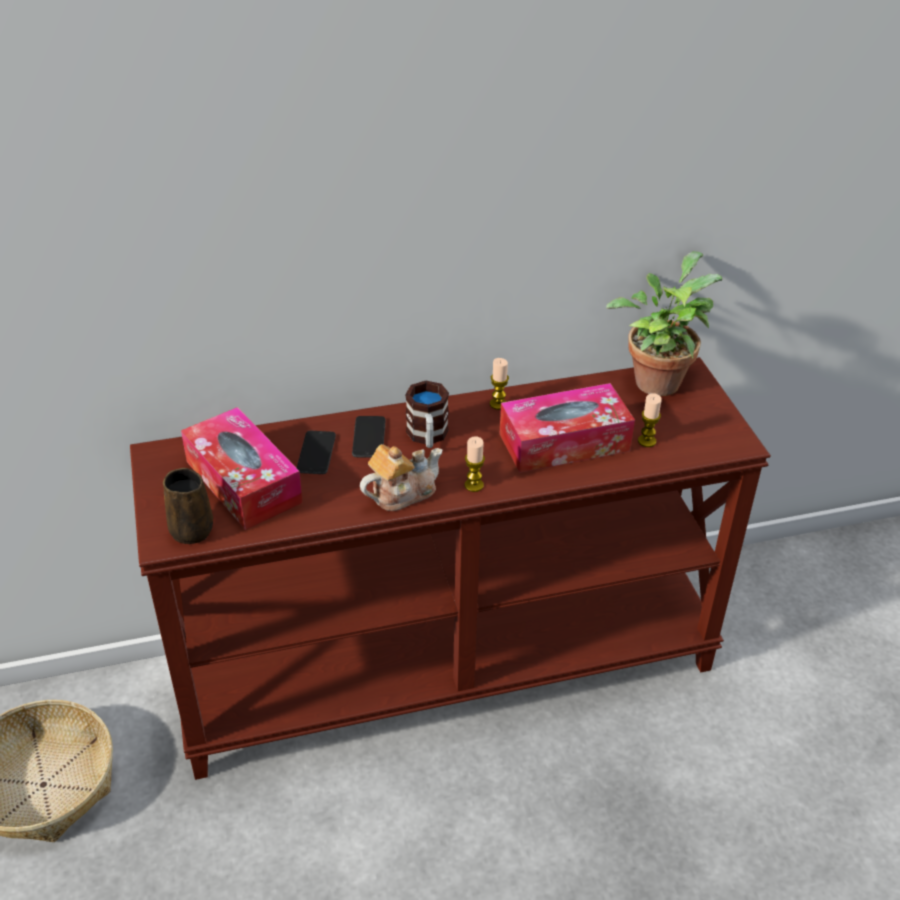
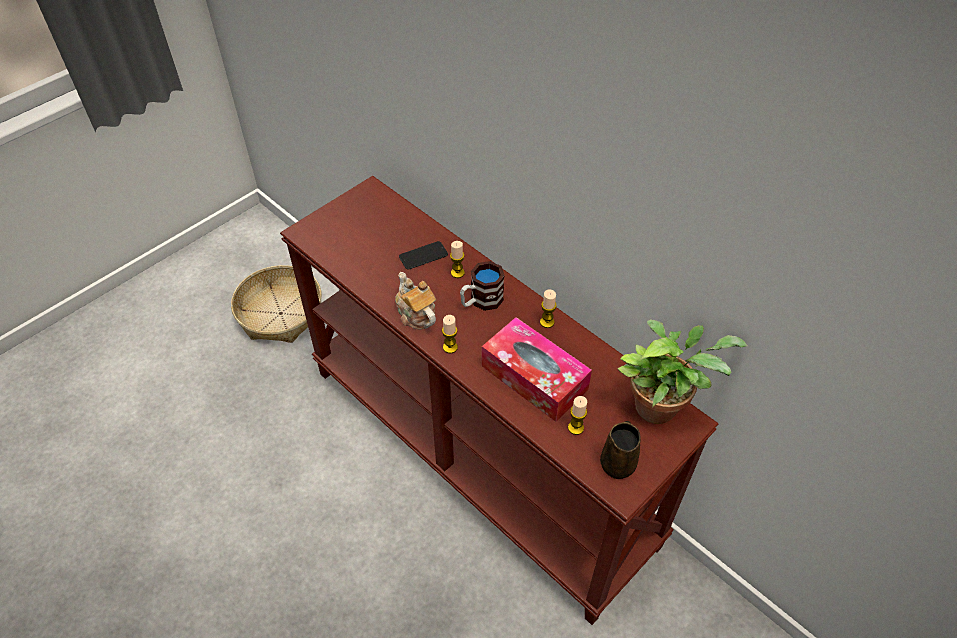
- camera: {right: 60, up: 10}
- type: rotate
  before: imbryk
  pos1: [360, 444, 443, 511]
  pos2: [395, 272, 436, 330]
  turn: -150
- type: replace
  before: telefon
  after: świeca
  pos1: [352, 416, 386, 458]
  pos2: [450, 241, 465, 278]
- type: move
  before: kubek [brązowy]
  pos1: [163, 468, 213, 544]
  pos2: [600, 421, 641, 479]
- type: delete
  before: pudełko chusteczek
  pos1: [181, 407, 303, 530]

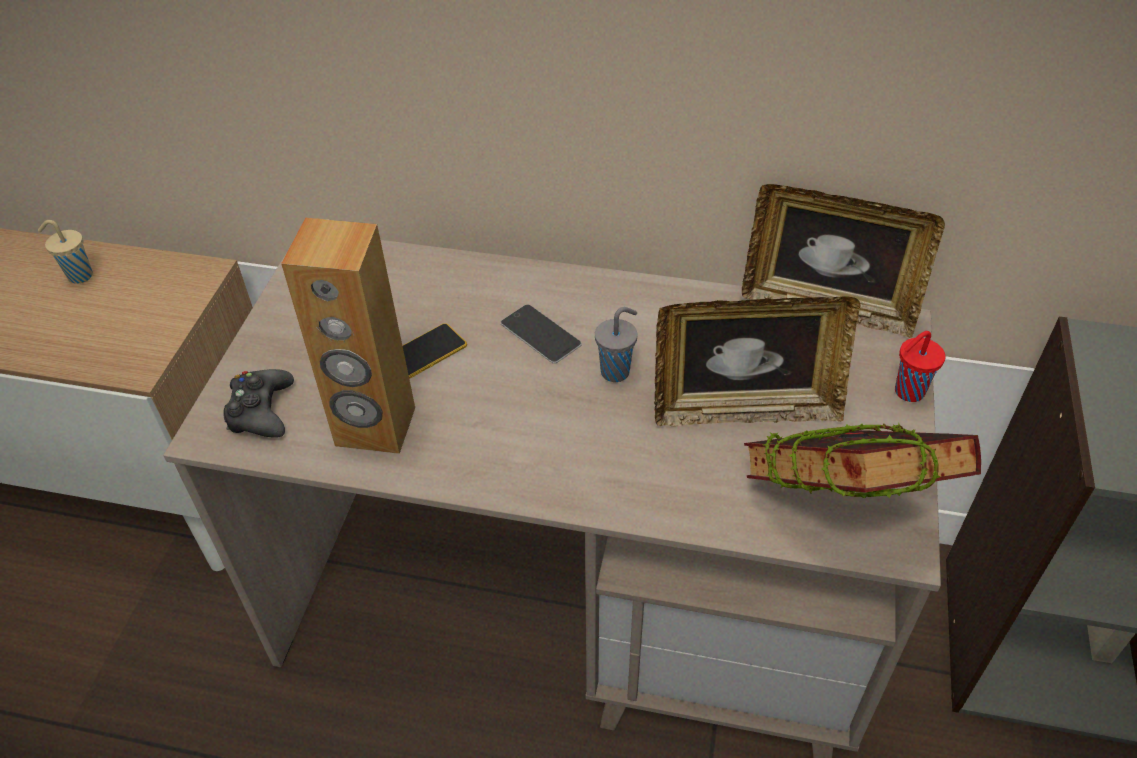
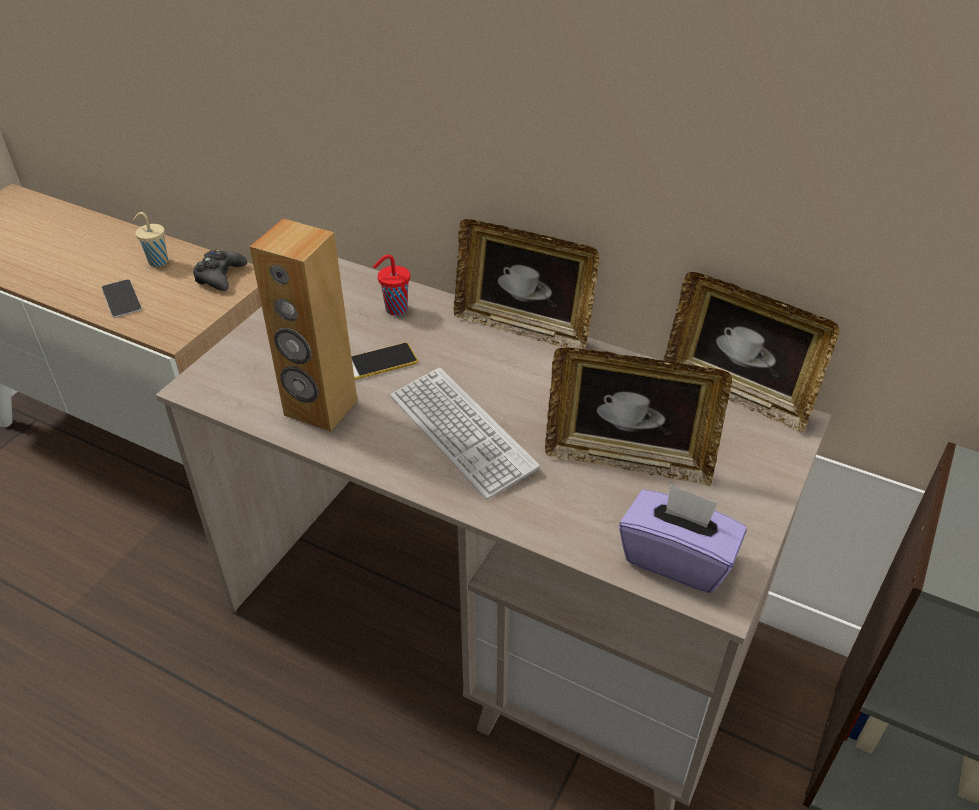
- camera: {right: 15, up: -5}
- type: move
  before: telefon
  pos1: [500, 304, 582, 364]
  pos2: [101, 279, 142, 318]
- type: move
  before: pad do gier [czarny]
  pos1: [223, 369, 294, 438]
  pos2: [193, 250, 247, 291]
- type: move
  before: filiżanka [czerwony]
  pos1: [895, 331, 945, 402]
  pos2: [373, 254, 410, 316]
- type: insert
  after: klawiatura
  pos2: [390, 368, 540, 499]
- type: insert
  after: ramka na zdjęcie
  pos2: [454, 219, 599, 349]
- type: replace
  before: książka
  after: pudełko chusteczek [fioletowy]
  pos1: [744, 423, 981, 499]
  pos2: [619, 484, 747, 593]
- type: delete
  before: filiżanka [szary]
  pos1: [595, 307, 637, 382]

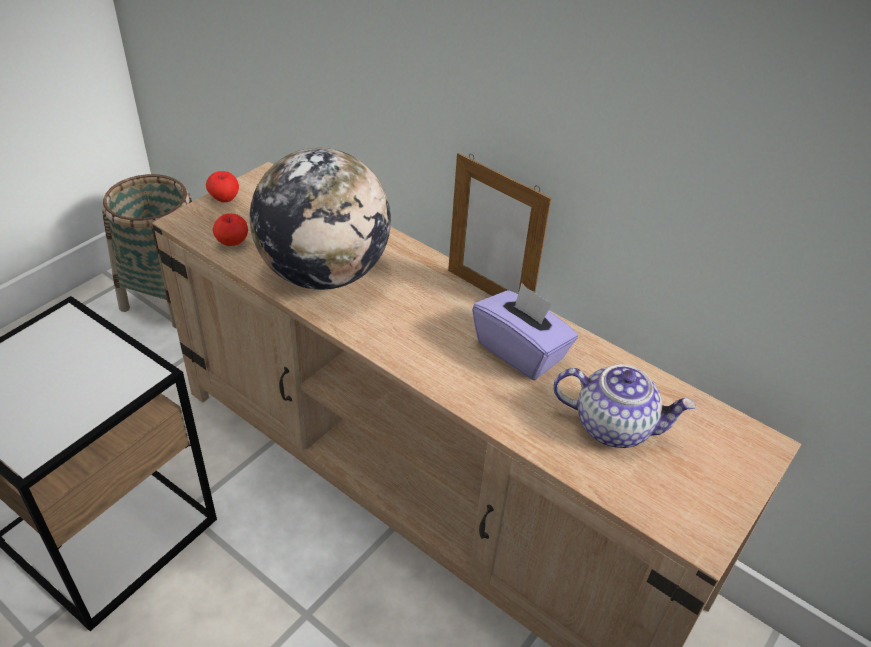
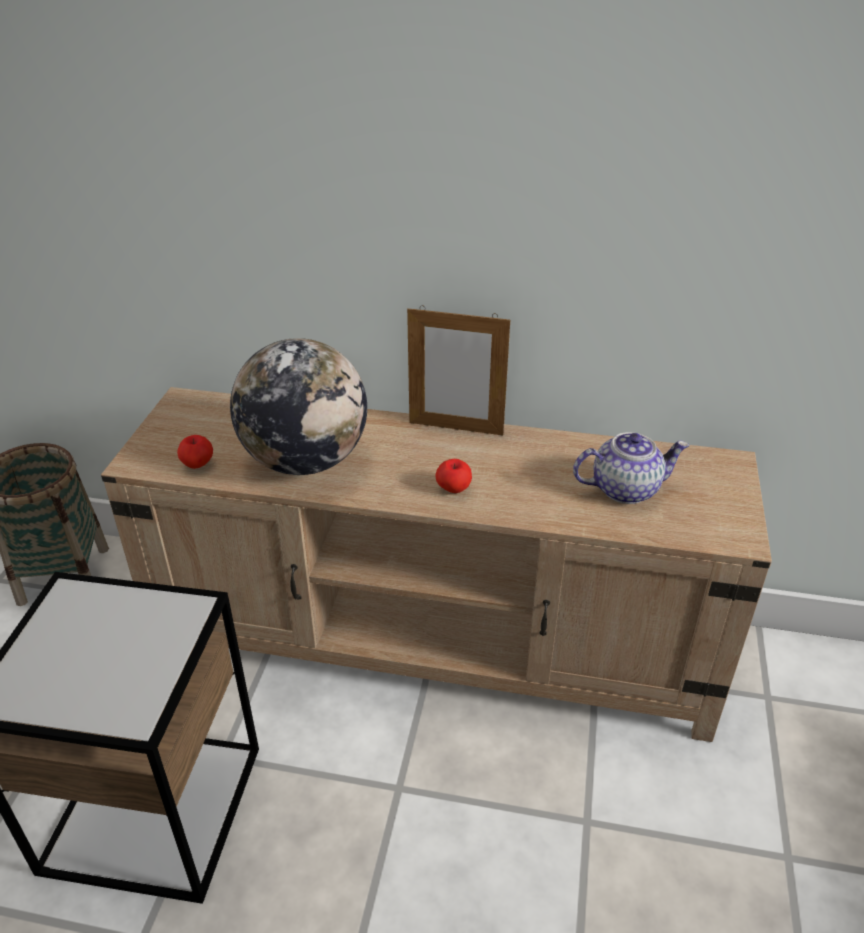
- camera: {right: -25, up: -5}
- type: move
  before: jabłko
  pos1: [206, 171, 239, 203]
  pos2: [435, 459, 472, 493]
- type: delete
  before: pudełko chusteczek [fioletowy]
  pos1: [472, 283, 578, 380]

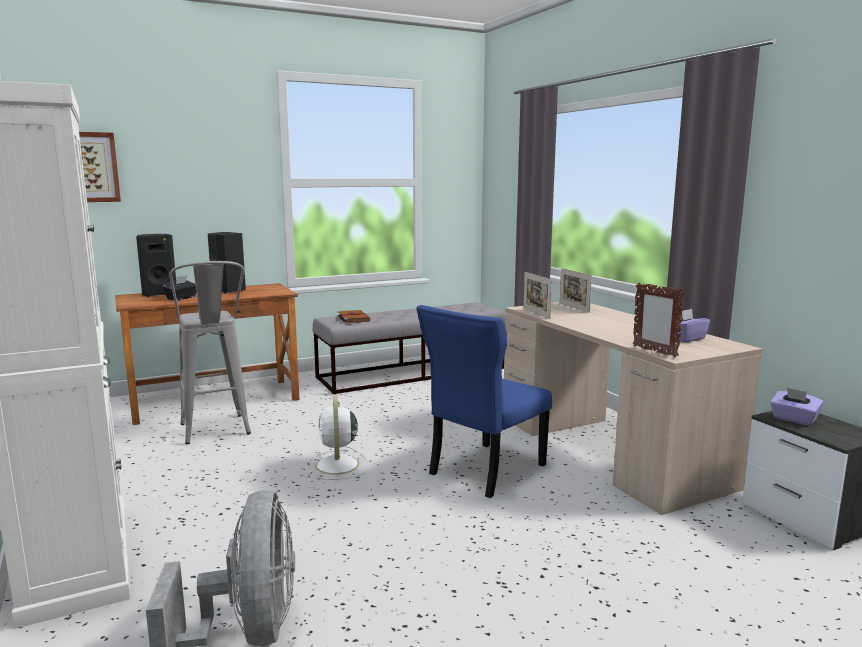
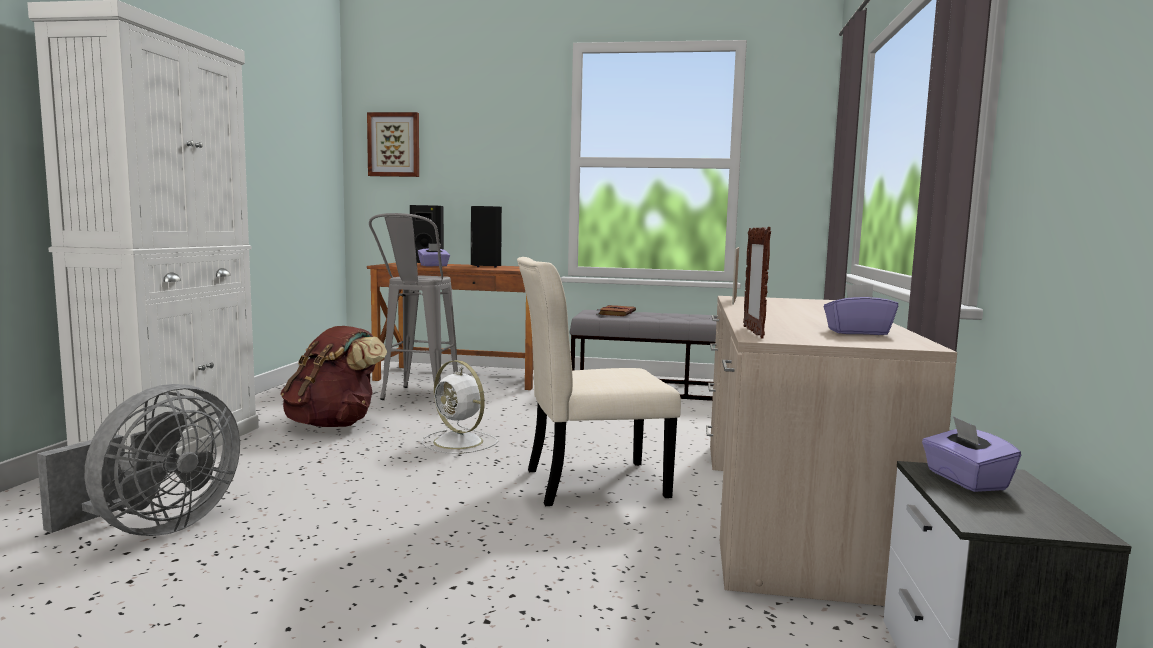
- camera: {right: 35, up: -5}
- type: insert
  after: plecak [brązowy]
  pos2: [280, 326, 387, 427]
- type: recolor
  before: pudełko chusteczek [czarny]
  after: pudełko chusteczek [fioletowy]
  pos1: [163, 275, 196, 300]
  pos2: [418, 243, 450, 267]
- type: rotate
  before: wentylator [biały]
  pos1: [306, 394, 370, 480]
  pos2: [422, 360, 498, 454]
  turn: -75
- type: recolor
  before: krzesło [niebieski]
  after: krzesło [beżowy]
  pos1: [417, 305, 552, 498]
  pos2: [517, 257, 681, 506]
- type: delete
  before: ramka na zdjęcie
  pos1: [560, 268, 592, 313]

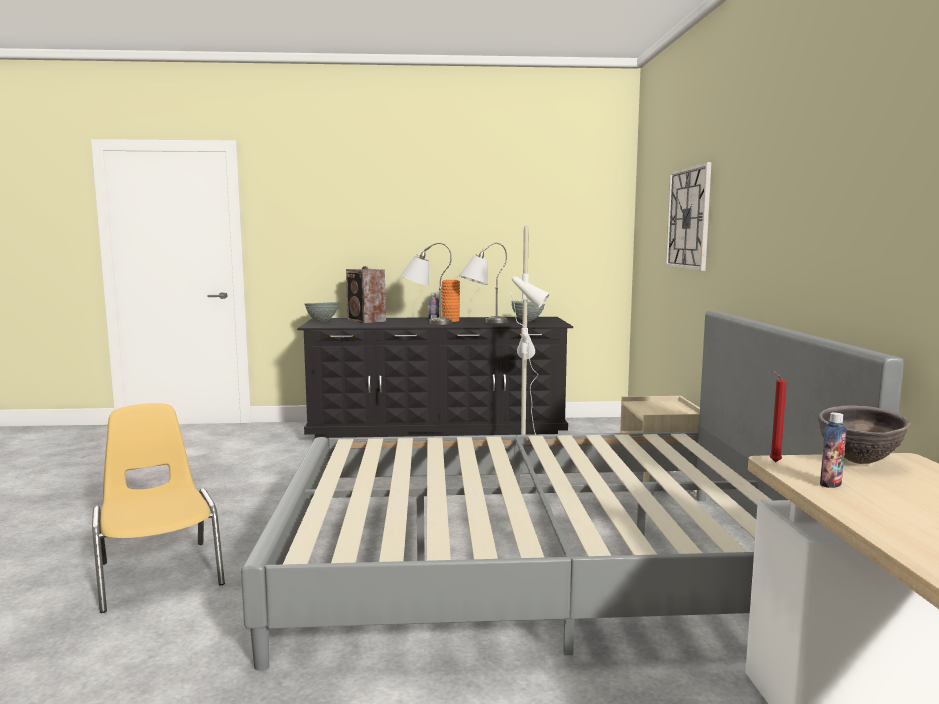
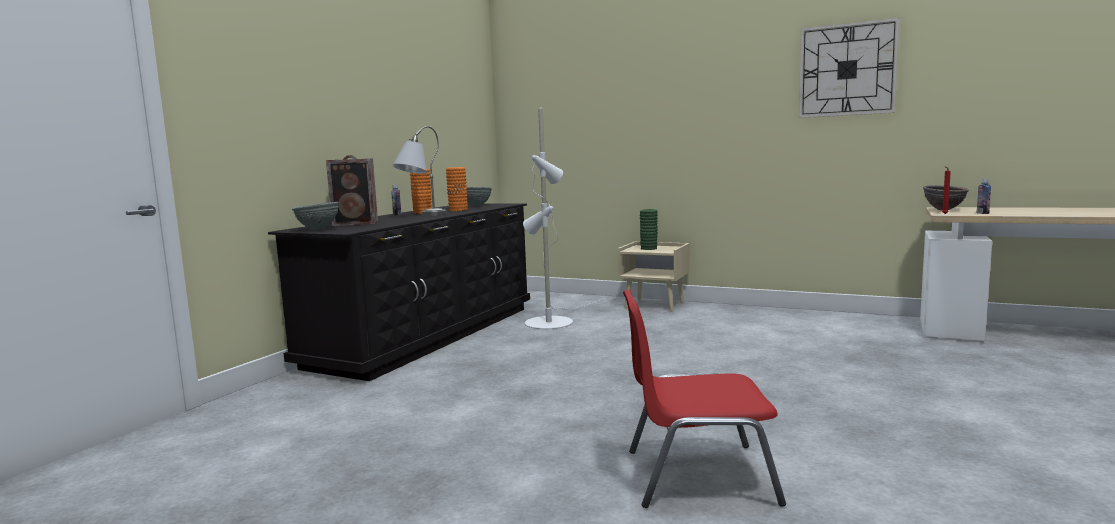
- camera: {right: -60, up: 0}
- type: replace
  before: lampa stołowa [szary]
  after: wazon [pomarańczowy]
  pos1: [460, 243, 507, 323]
  pos2: [446, 167, 468, 211]
- type: recolor
  before: krzesło [żółty]
  after: krzesło [czerwony]
  pos1: [92, 403, 225, 613]
  pos2: [623, 289, 786, 508]
- type: insert
  after: wazon [zielony]
  pos2: [640, 209, 658, 250]
- type: move
  before: zegar ścienny
  pos1: [665, 162, 712, 271]
  pos2: [799, 17, 900, 118]
- type: delete
  before: łóżko [szary]
  pos1: [241, 310, 904, 670]

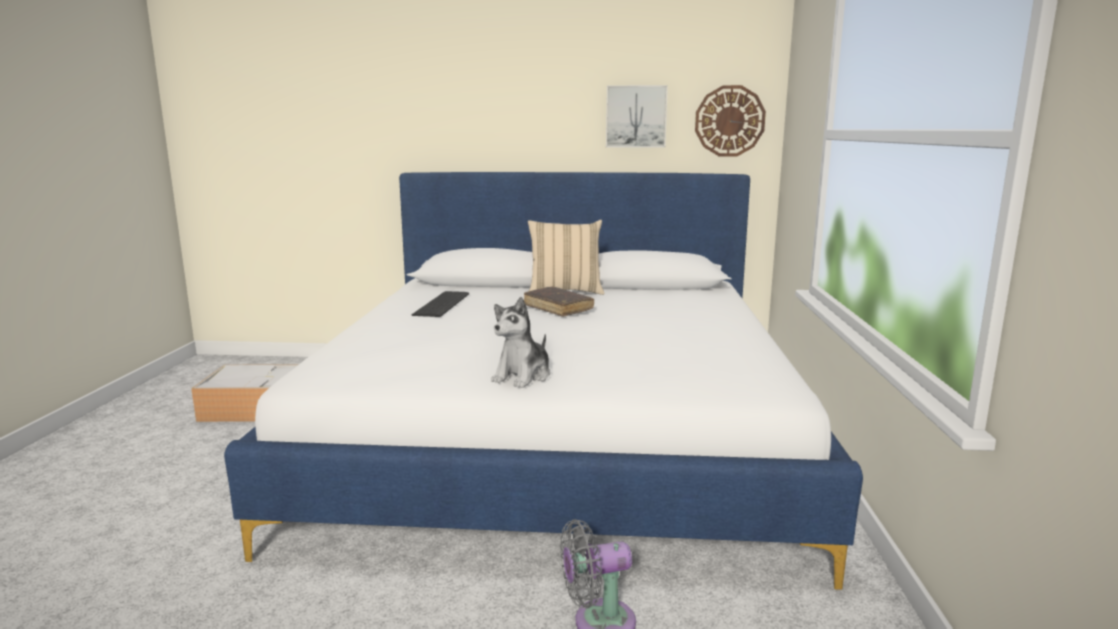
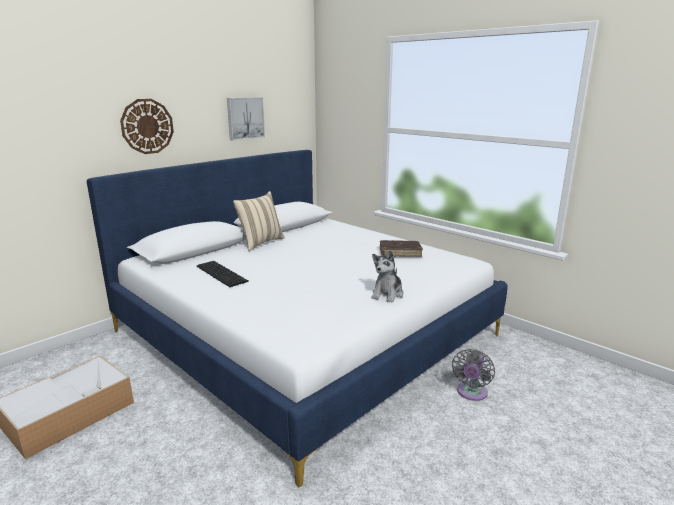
- camera: {right: -50, up: 5}
- type: move
  before: zegar ścienny
  pos1: [695, 85, 766, 156]
  pos2: [120, 99, 174, 154]
- type: rotate
  before: pluszak
  pos1: [491, 297, 550, 388]
  pos2: [371, 250, 403, 303]
  turn: 45
- type: move
  before: książka [brązowy]
  pos1: [524, 286, 594, 317]
  pos2: [380, 240, 423, 257]

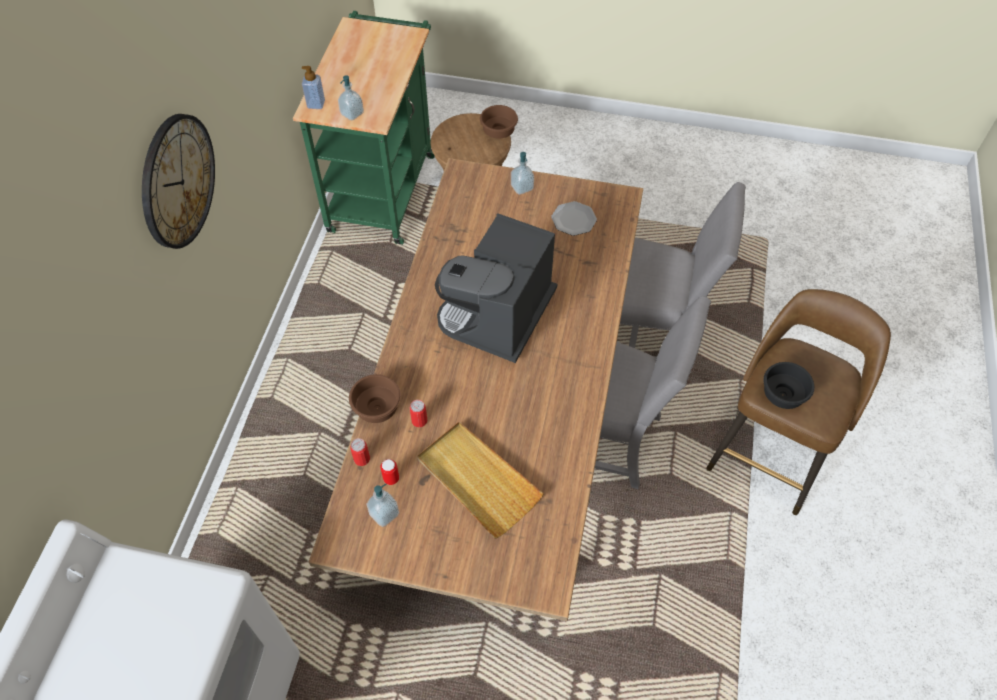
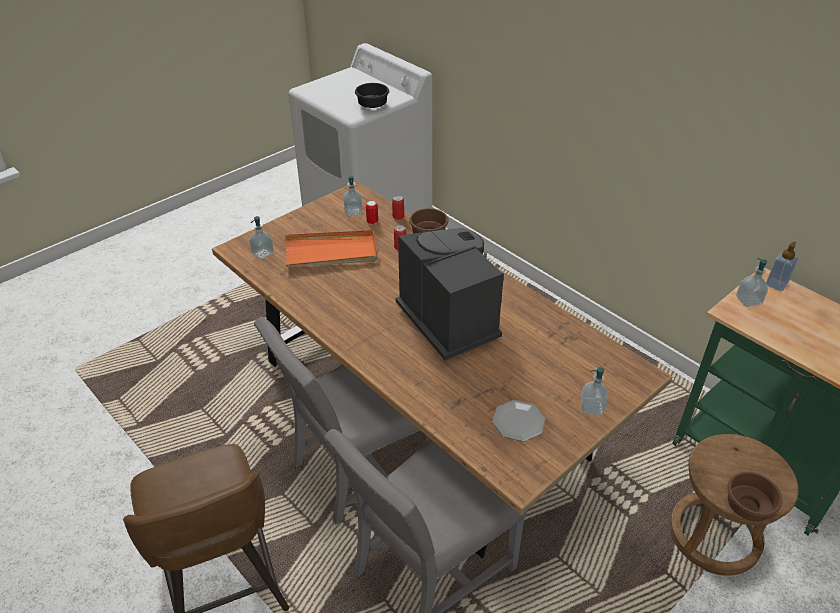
- camera: {right: 125, up: -15}
- type: insert
  after: dozownik mydła
  pos2: [249, 216, 274, 259]
- type: recolor
  before: taca [beżowy]
  after: taca [pomarańczowy]
  pos1: [417, 422, 544, 539]
  pos2: [285, 230, 378, 267]
- type: move
  before: miska [czarny]
  pos1: [763, 362, 814, 409]
  pos2: [355, 83, 389, 108]
- type: delete
  before: zegar ścienny
  pos1: [142, 114, 215, 249]

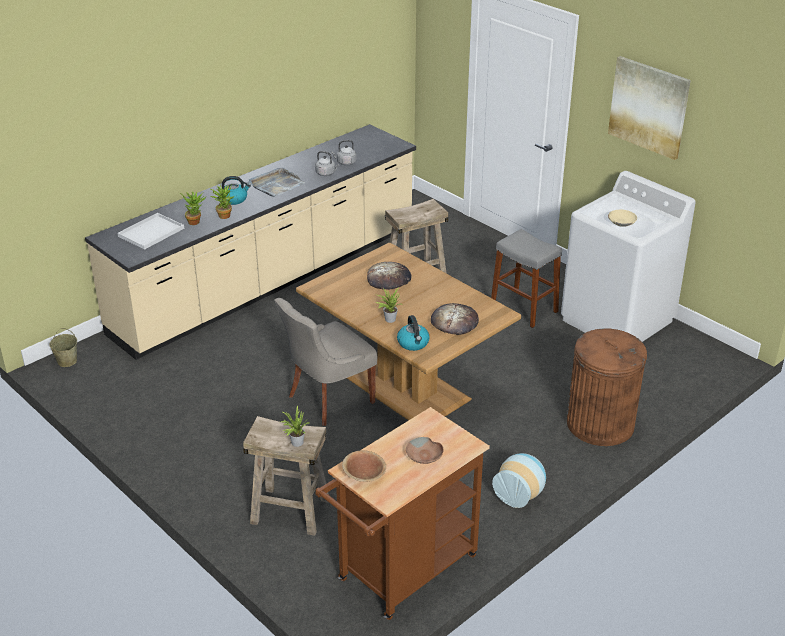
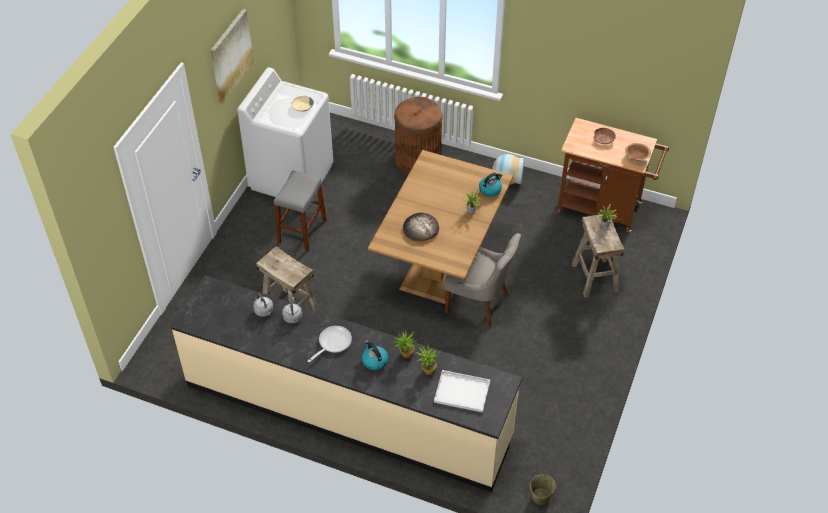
- camera: {right: -115, up: 15}
- type: replace
  before: taca [szary]
  after: patelnia
  pos1: [248, 168, 305, 197]
  pos2: [308, 326, 352, 362]
- type: delete
  before: chleb
  pos1: [431, 303, 479, 335]

